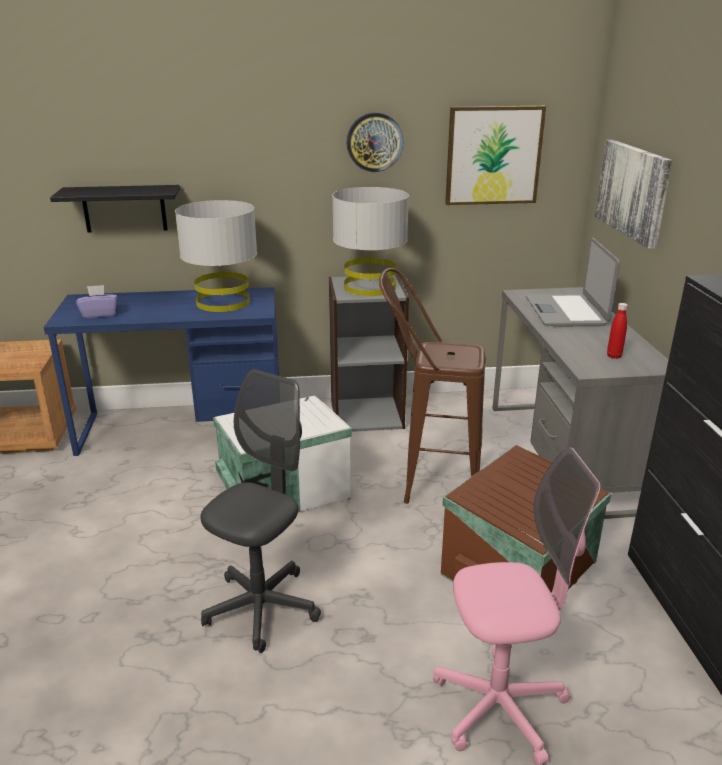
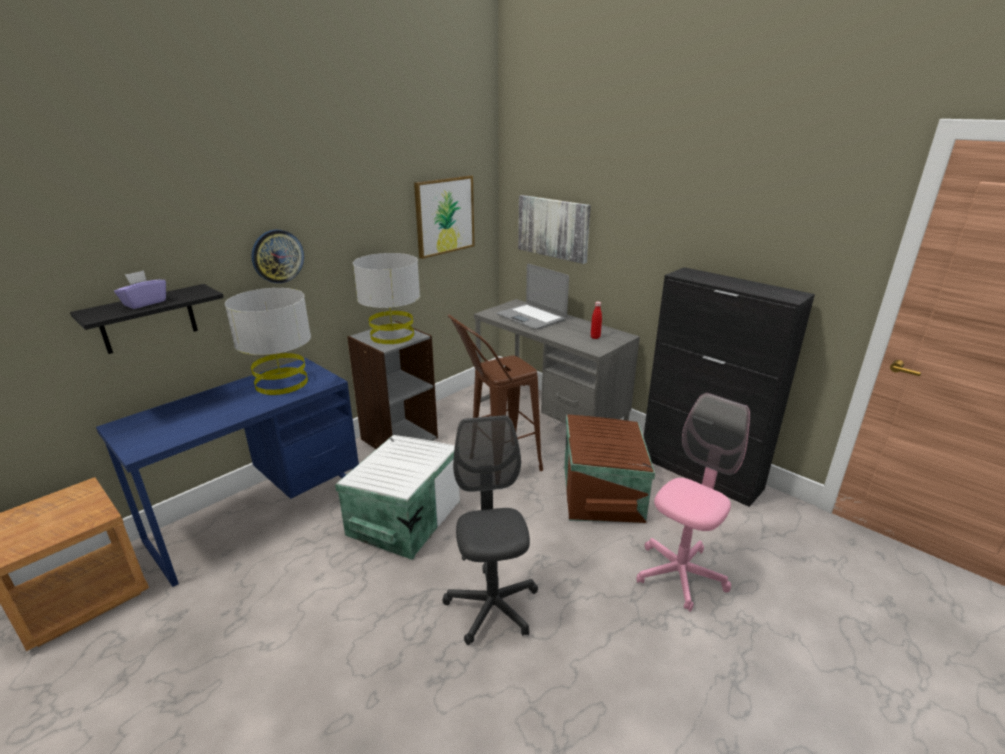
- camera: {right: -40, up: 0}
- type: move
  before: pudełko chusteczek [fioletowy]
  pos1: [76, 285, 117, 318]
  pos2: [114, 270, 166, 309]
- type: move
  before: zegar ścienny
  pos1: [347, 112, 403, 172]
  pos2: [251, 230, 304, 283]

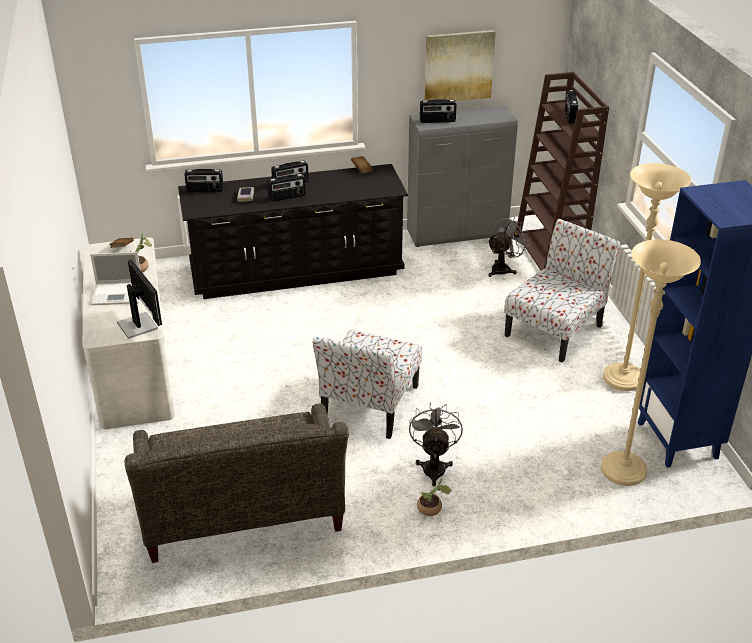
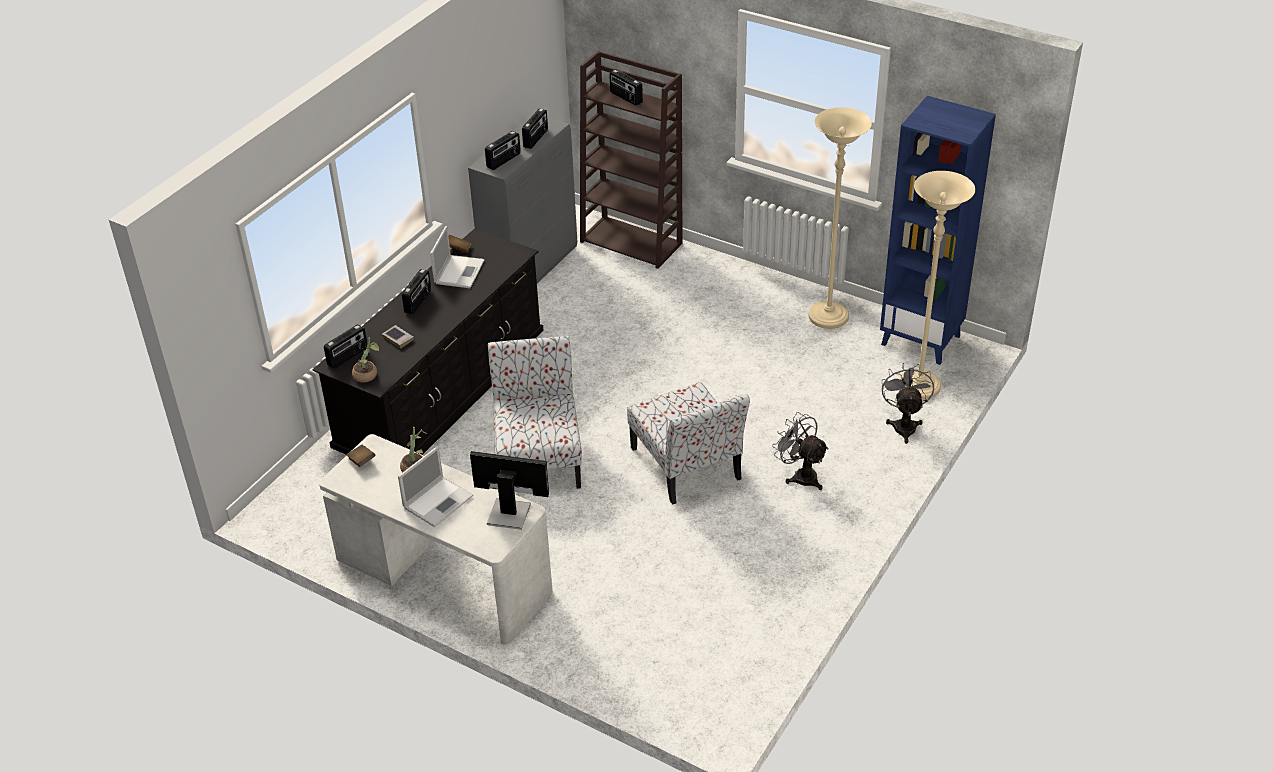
- camera: {right: -45, up: 5}
- type: move
  before: roślina doniczkowa
  pos1: [417, 478, 452, 516]
  pos2: [352, 337, 379, 383]
- type: insert
  after: laptop
  pos2: [430, 226, 485, 288]
- type: move
  before: krzesło
  pos1: [504, 219, 621, 363]
  pos2: [488, 336, 582, 489]
- type: move
  before: radio
  pos1: [267, 174, 306, 202]
  pos2: [522, 108, 548, 149]
- type: move
  before: wentylator [szary]
  pos1: [487, 216, 531, 277]
  pos2: [882, 363, 934, 444]
- type: delete
  before: kanapa [szary]
  pos1: [124, 404, 349, 563]
- type: delete
  before: obraz
  pos1: [424, 30, 496, 101]

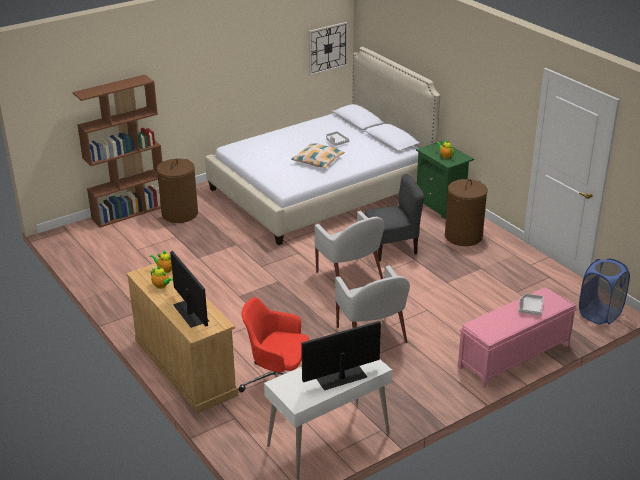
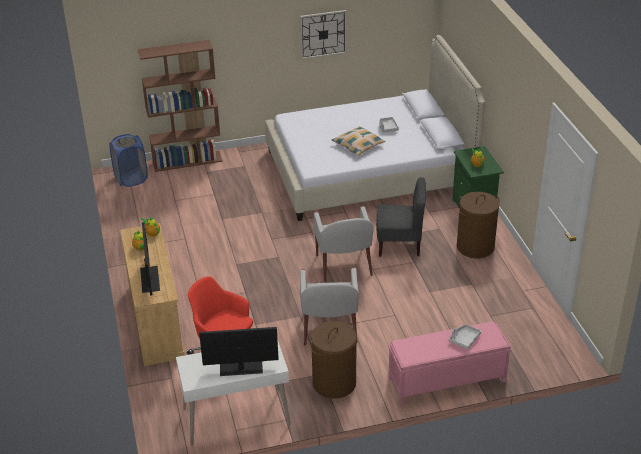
- camera: {right: 20, up: 5}
- type: move
  before: kosz na pranie [niebieski]
  pos1: [579, 259, 630, 325]
  pos2: [110, 134, 148, 187]
- type: move
  before: zegar ścienny
  pos1: [309, 22, 348, 76]
  pos2: [300, 10, 346, 59]
- type: move
  before: kosz na pranie [brązowy]
  pos1: [157, 159, 198, 223]
  pos2: [311, 321, 357, 399]

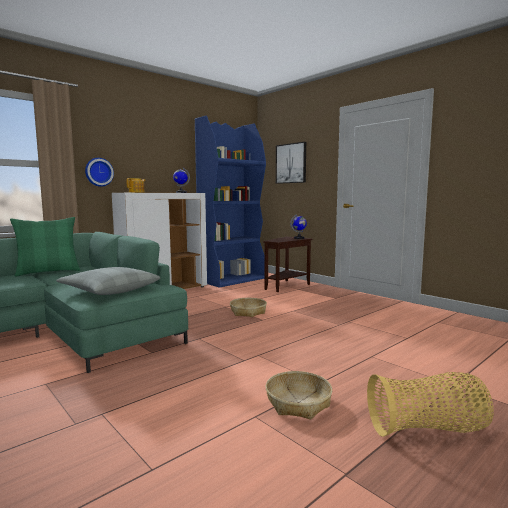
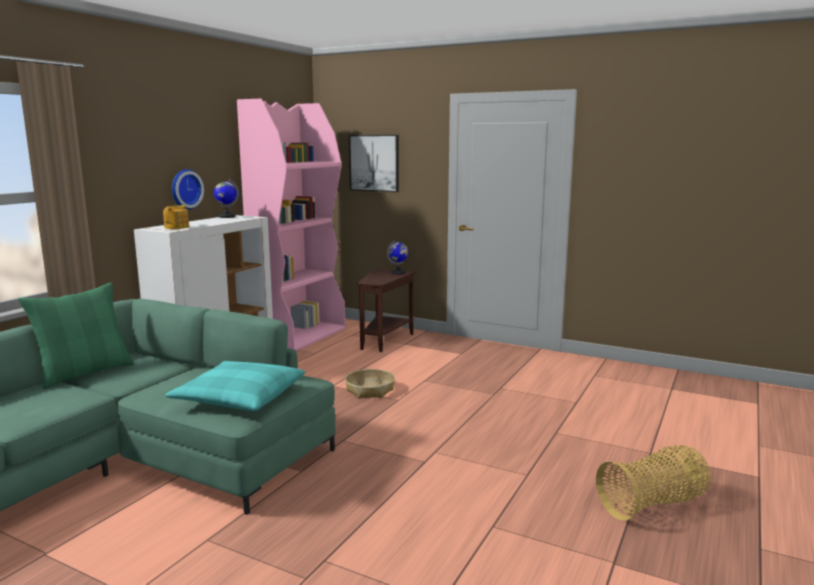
- camera: {right: -20, up: 5}
- type: recolor
  before: poduszka [szary]
  after: poduszka [turkusowy]
  pos1: [56, 267, 160, 295]
  pos2: [166, 361, 305, 411]
- type: move
  before: zegar ścienny
  pos1: [85, 158, 114, 187]
  pos2: [172, 169, 204, 210]
- type: recolor
  before: regał [niebieski]
  after: regał [różowy]
  pos1: [195, 115, 266, 288]
  pos2: [237, 99, 345, 351]
- type: delete
  before: koszyk
  pos1: [266, 371, 332, 420]

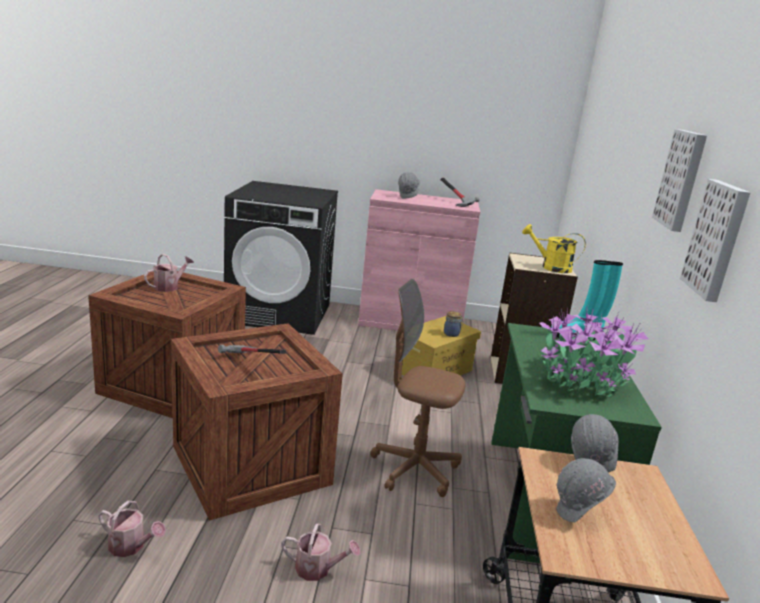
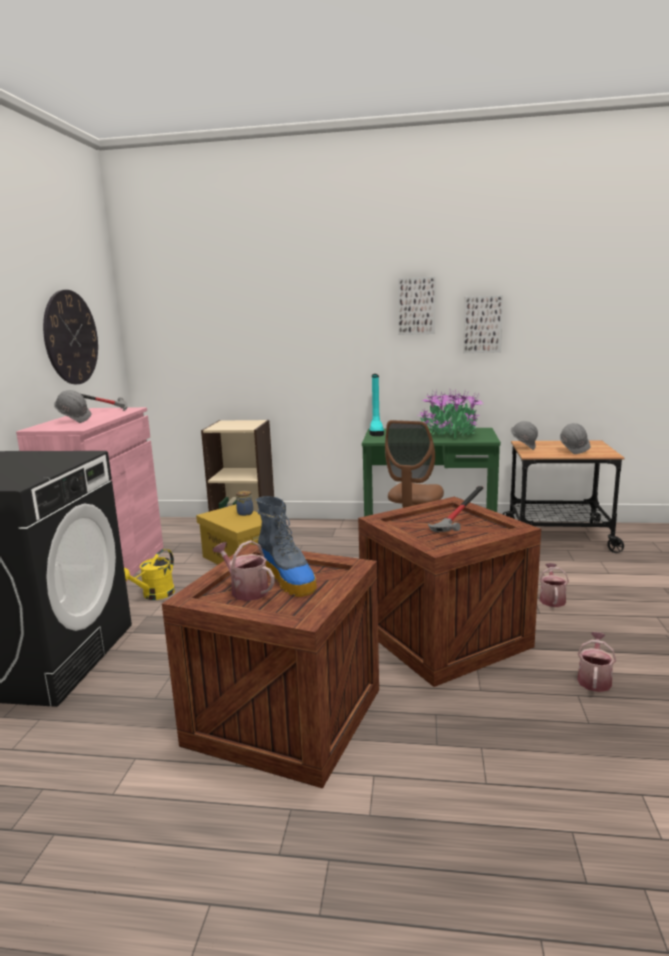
- camera: {right: -85, up: -5}
- type: insert
  after: zegar ścienny
  pos2: [43, 290, 98, 384]
- type: move
  before: konewka [żółty]
  pos1: [522, 224, 586, 273]
  pos2: [124, 549, 175, 600]
- type: insert
  after: but z cholewką
  pos2: [256, 496, 317, 597]

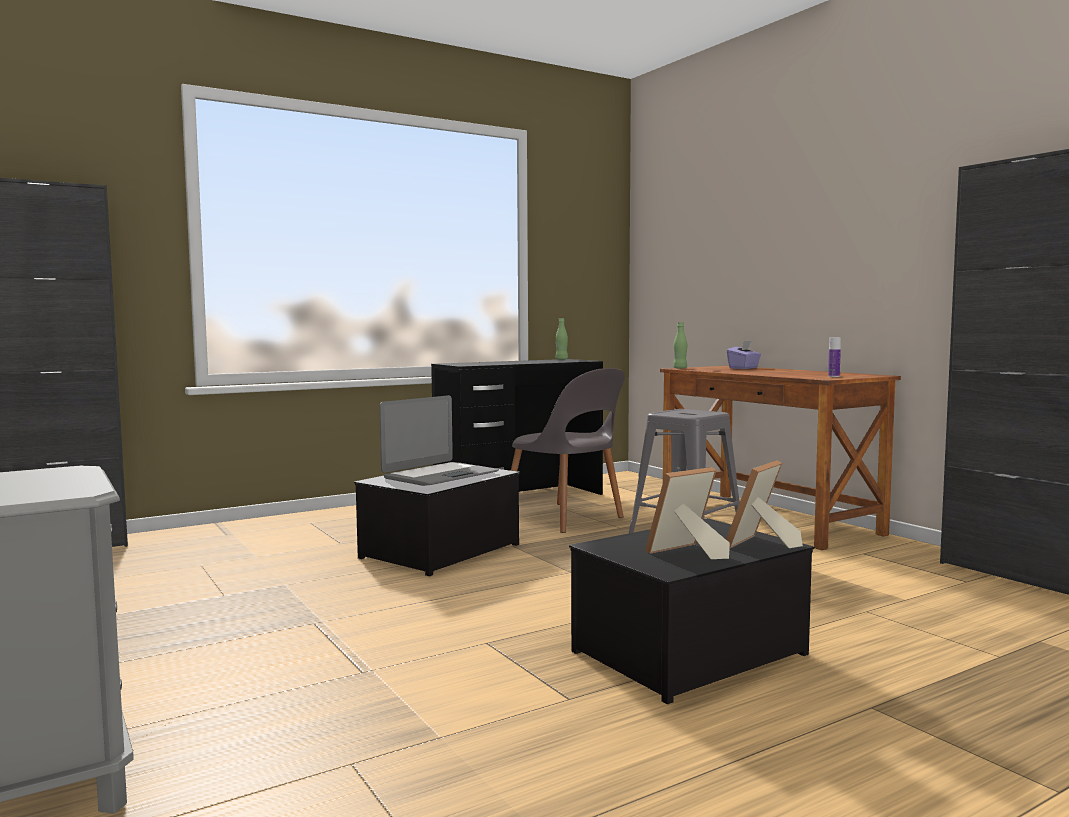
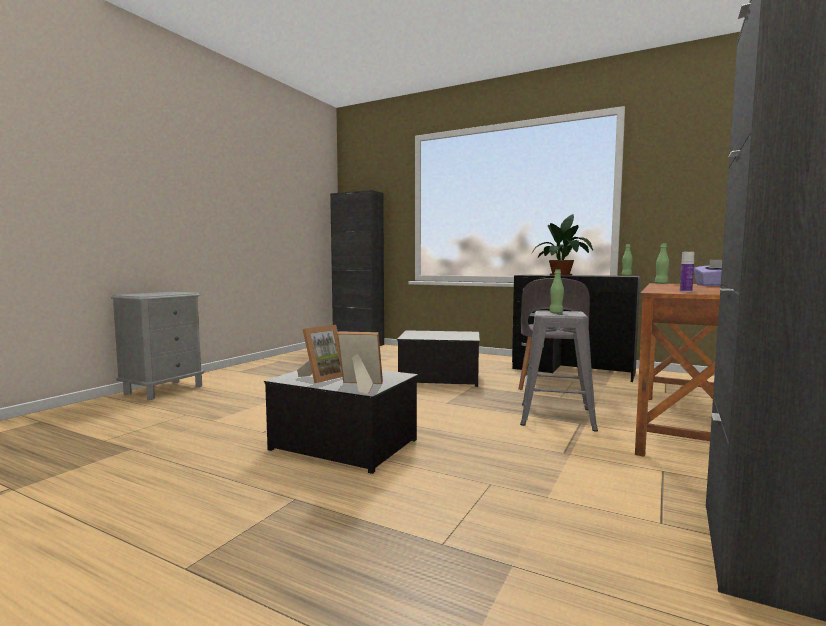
- camera: {right: 60, up: 0}
- type: rotate
  before: ramka na zdjęcie
  pos1: [645, 467, 730, 559]
  pos2: [297, 325, 343, 383]
  turn: 105
- type: insert
  after: roślina doniczkowa
  pos2: [532, 214, 593, 276]
- type: insert
  after: butelka [zielony]
  pos2: [550, 270, 564, 314]
- type: delete
  before: laptop
  pos1: [379, 395, 499, 486]

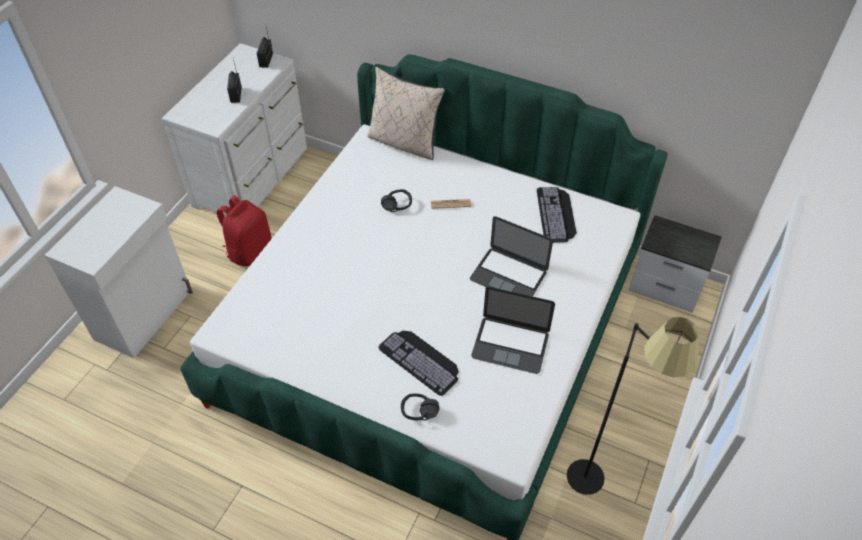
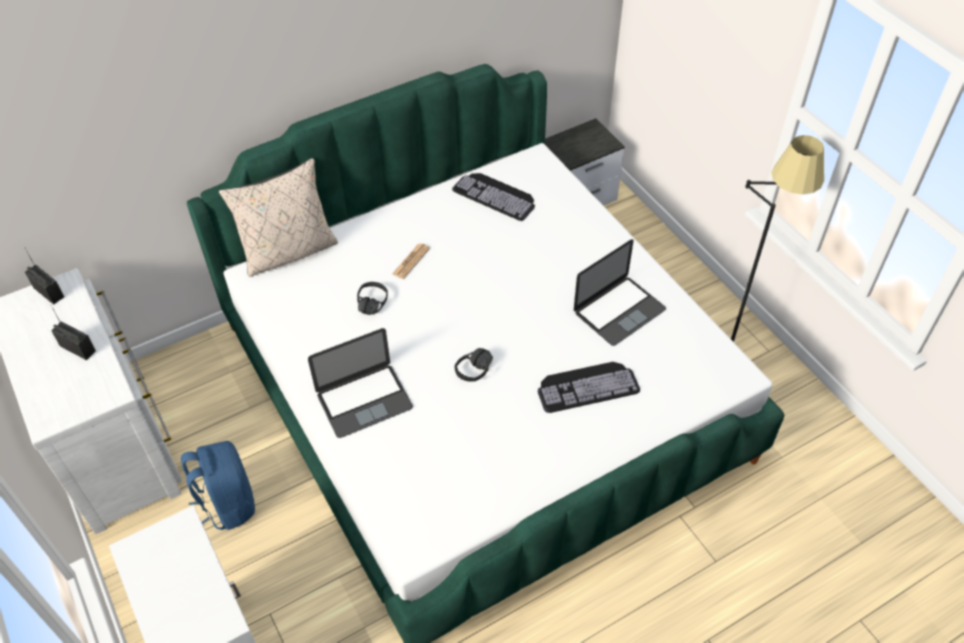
- camera: {right: -55, up: 0}
- type: recolor
  before: plecak [czerwony]
  after: plecak [niebieski]
  pos1: [217, 195, 272, 266]
  pos2: [181, 441, 255, 530]
- type: move
  before: laptop
  pos1: [470, 216, 553, 296]
  pos2: [308, 328, 413, 438]
- type: move
  before: słuchawki [czarny]
  pos1: [401, 393, 439, 421]
  pos2: [455, 348, 493, 382]

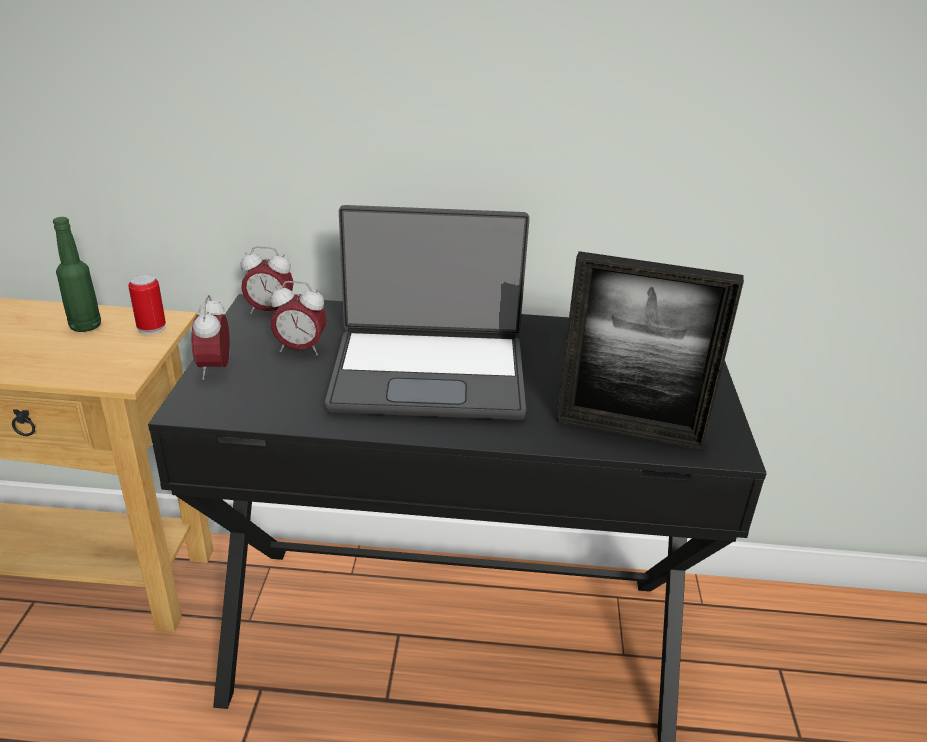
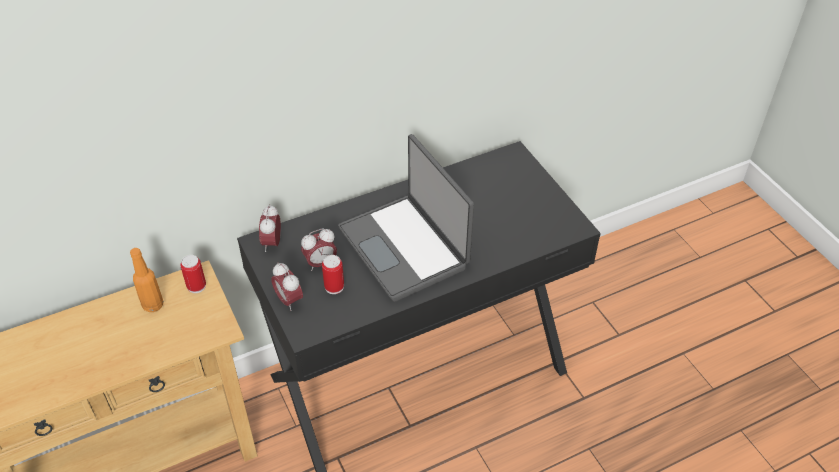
- camera: {right: -30, up: 15}
- type: recolor
  before: butelka [zielony]
  after: butelka [pomarańczowy]
  pos1: [53, 217, 101, 332]
  pos2: [130, 248, 164, 312]
- type: rotate
  before: budzik
  pos1: [241, 246, 293, 314]
  pos2: [259, 205, 281, 252]
  turn: 120
- type: insert
  after: puszka
  pos2: [322, 255, 344, 294]
- type: rotate
  before: laptop
  pos1: [325, 205, 530, 420]
  pos2: [338, 134, 474, 302]
  turn: 90
- type: delete
  before: ramka na zdjęcie
  pos1: [556, 251, 744, 450]

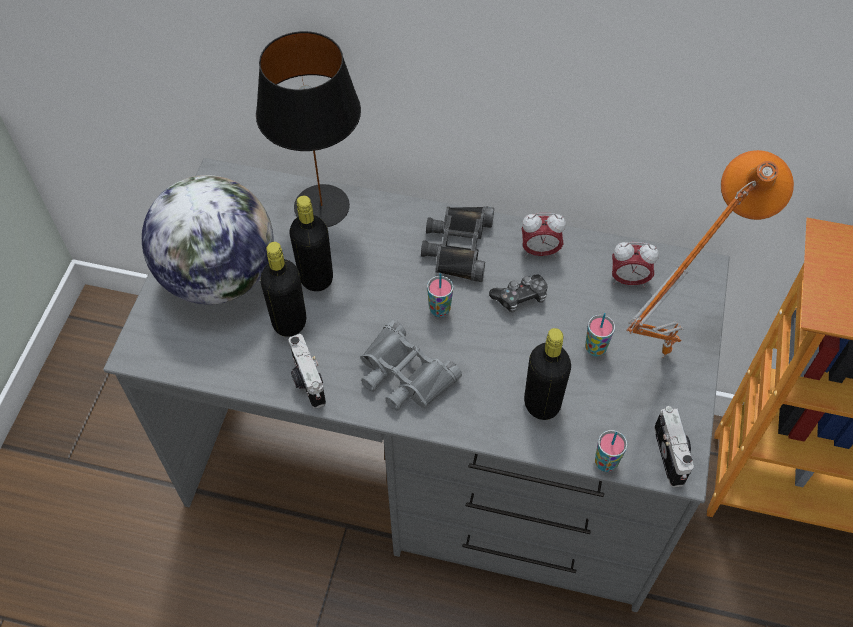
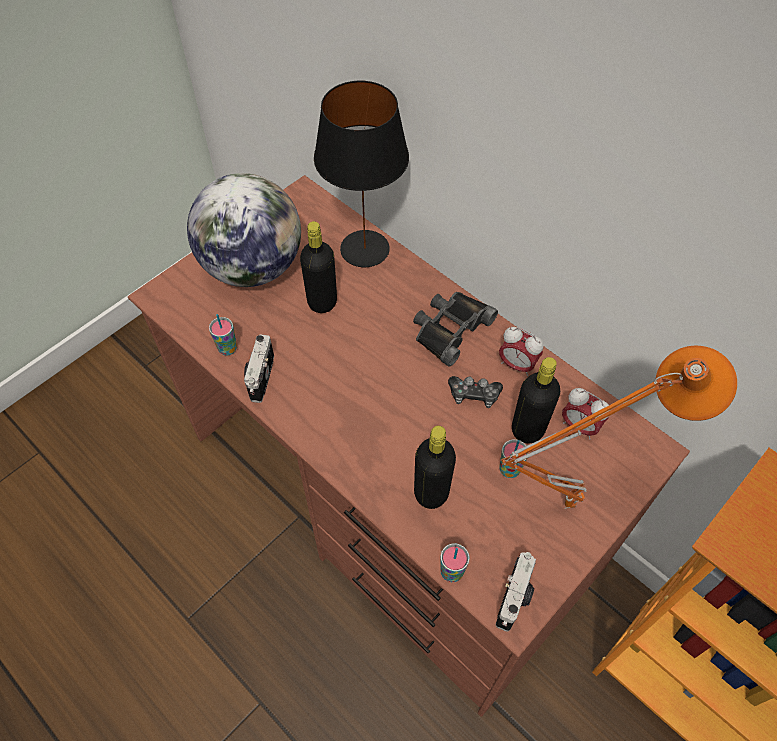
- camera: {right: 30, up: 0}
- type: recolor
  before: biurko [szary]
  after: biurko [brązowy]
  pos1: [103, 158, 730, 612]
  pos2: [128, 175, 690, 716]
- type: move
  before: filiżanka
  pos1: [427, 273, 454, 317]
  pos2: [209, 314, 237, 356]
- type: move
  before: butelka [czarny]
  pos1: [260, 242, 306, 337]
  pos2: [512, 357, 560, 443]
- type: delete
  before: lornetka [szary]
  pos1: [360, 320, 462, 411]

